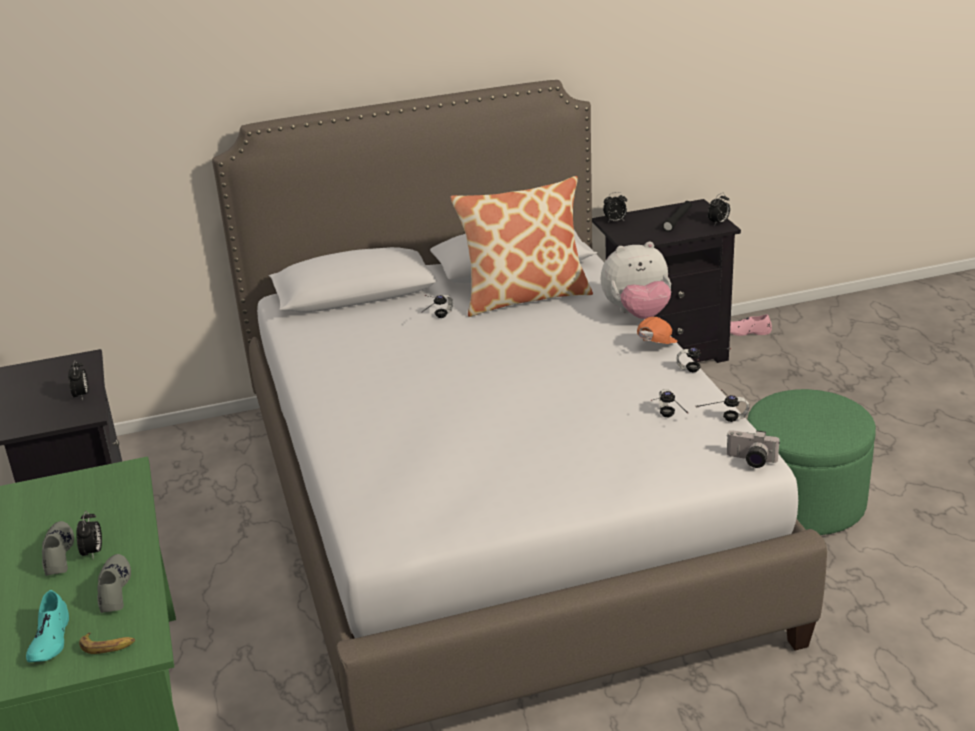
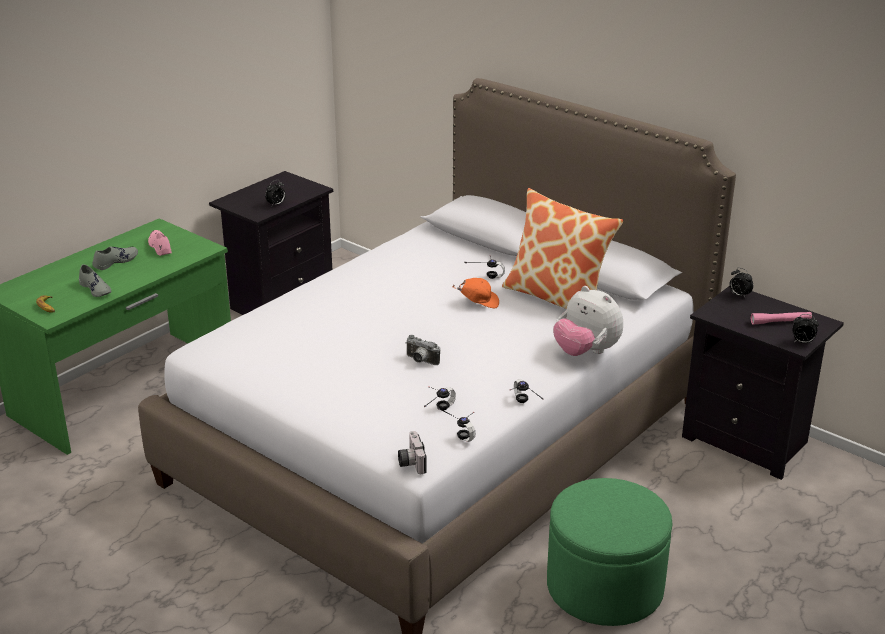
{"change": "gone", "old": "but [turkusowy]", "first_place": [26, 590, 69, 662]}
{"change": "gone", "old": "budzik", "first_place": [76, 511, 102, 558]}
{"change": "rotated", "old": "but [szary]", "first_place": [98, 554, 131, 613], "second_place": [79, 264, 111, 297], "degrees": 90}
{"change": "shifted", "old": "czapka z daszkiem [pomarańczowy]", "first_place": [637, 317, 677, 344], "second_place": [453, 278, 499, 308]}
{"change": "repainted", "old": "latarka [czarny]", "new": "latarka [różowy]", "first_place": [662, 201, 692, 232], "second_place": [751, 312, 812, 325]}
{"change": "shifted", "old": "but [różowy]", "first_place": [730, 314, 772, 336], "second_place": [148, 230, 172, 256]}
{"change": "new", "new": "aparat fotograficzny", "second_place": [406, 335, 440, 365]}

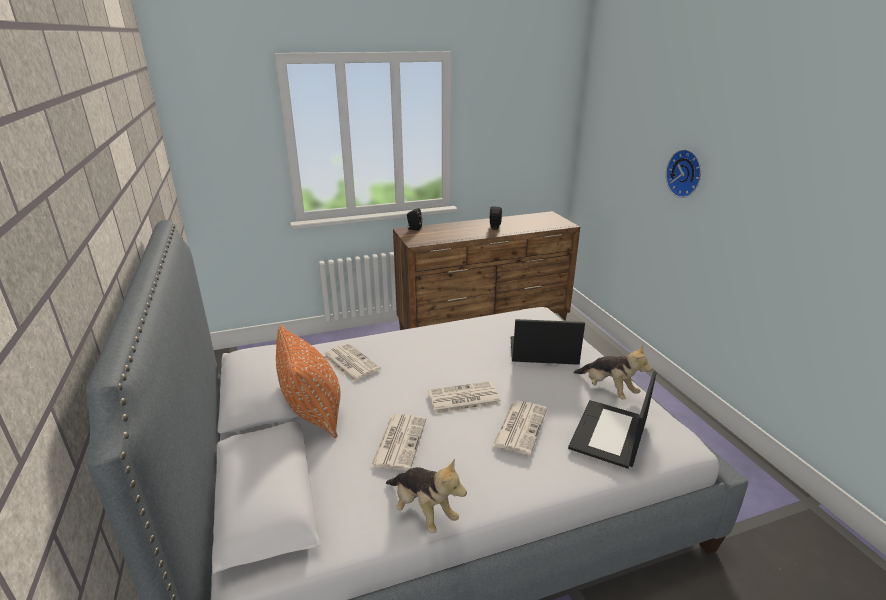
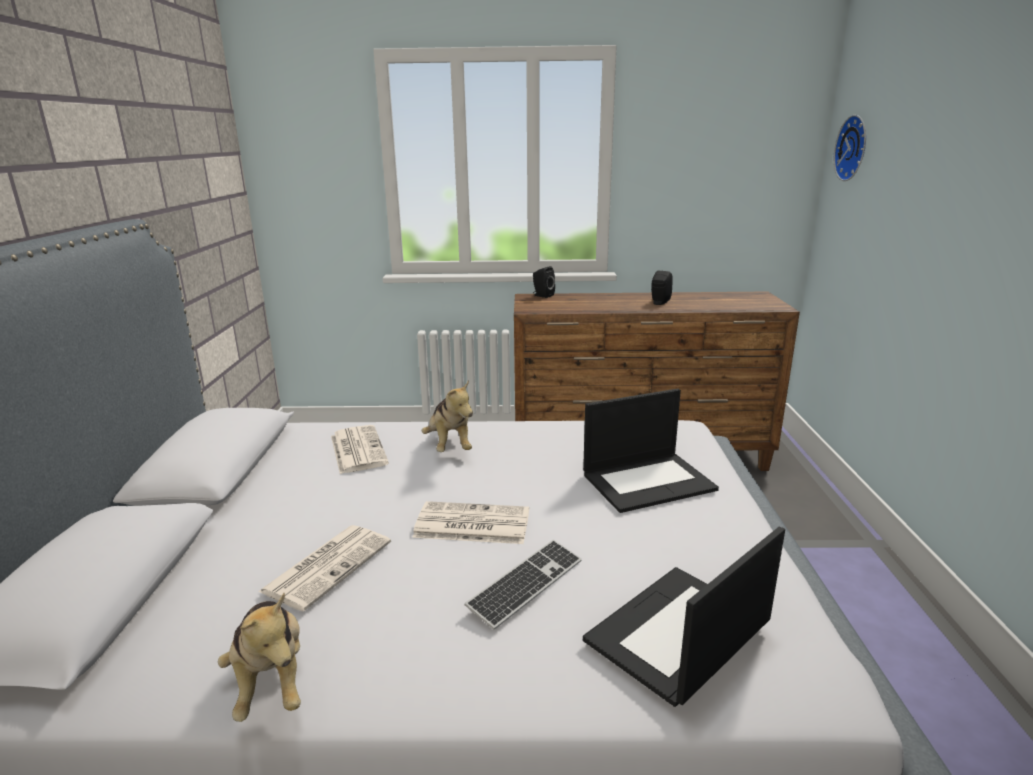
{"change": "gone", "old": "poduszka [pomarańczowy]", "first_place": [276, 325, 341, 438]}
{"change": "swapped", "old": "gazeta", "new": "klawiatura", "first_place": [492, 401, 547, 455], "second_place": [465, 540, 582, 630]}
{"change": "rotated", "old": "laptop", "first_place": [511, 319, 585, 365], "second_place": [583, 389, 719, 513], "degrees": 135}
{"change": "shifted", "old": "pluszak", "first_place": [573, 345, 652, 399], "second_place": [422, 380, 473, 452]}
{"change": "shifted", "old": "zegar ścienny", "first_place": [666, 149, 701, 198], "second_place": [834, 115, 866, 181]}

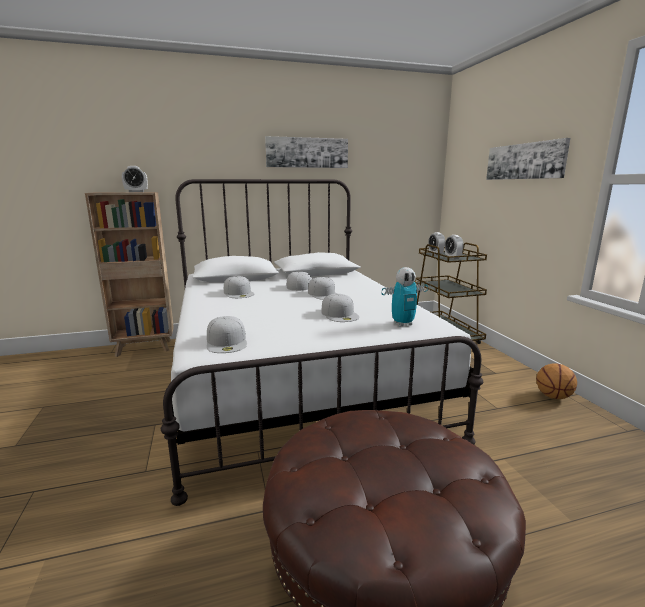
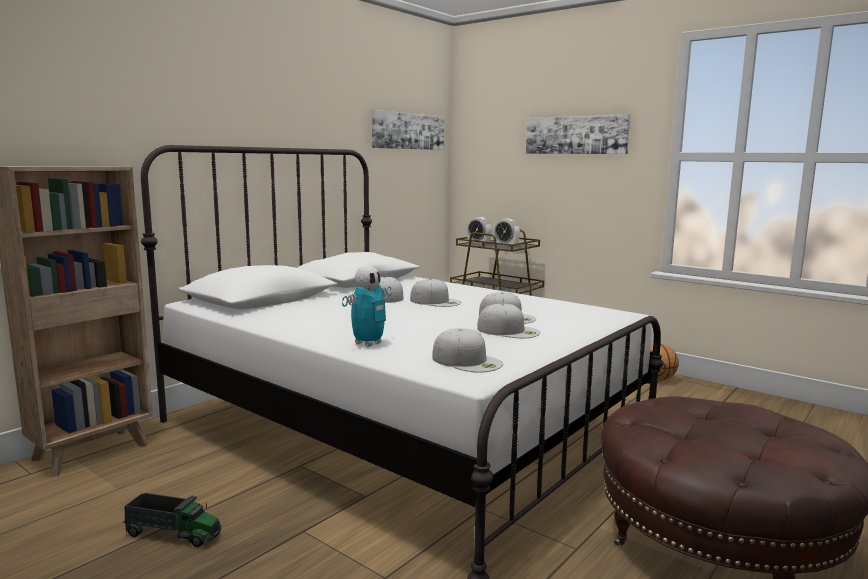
{"change": "gone", "old": "budzik", "first_place": [122, 166, 148, 192]}
{"change": "shifted", "old": "czapka z daszkiem [biały]", "first_place": [224, 276, 254, 298], "second_place": [477, 304, 540, 338]}
{"change": "shifted", "old": "obraz", "first_place": [265, 136, 348, 168], "second_place": [372, 110, 444, 150]}
{"change": "shifted", "old": "robot zabawkowy", "first_place": [382, 267, 428, 326], "second_place": [342, 266, 392, 347]}
{"change": "new", "new": "ciężarówka zabawkowa", "second_place": [123, 493, 221, 547]}

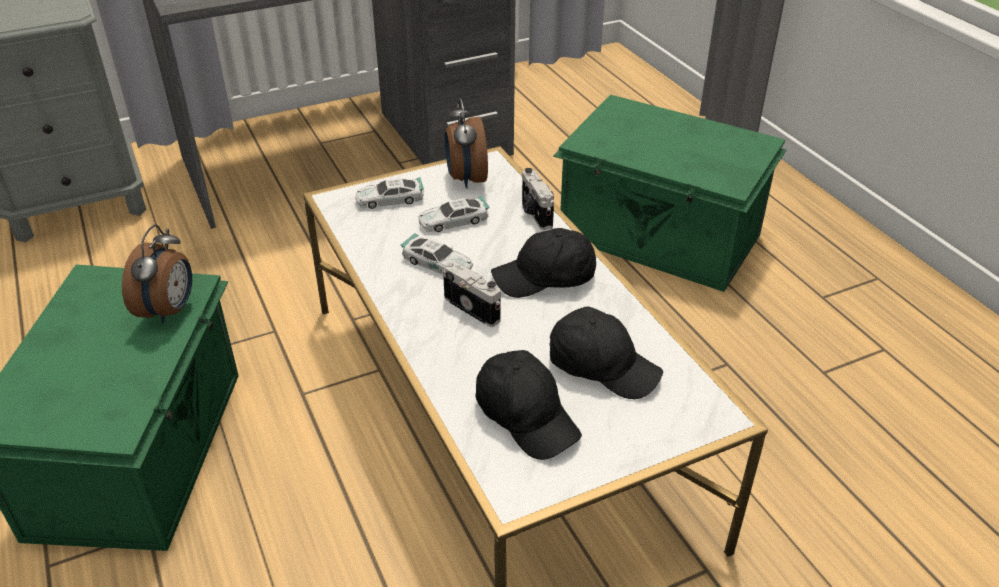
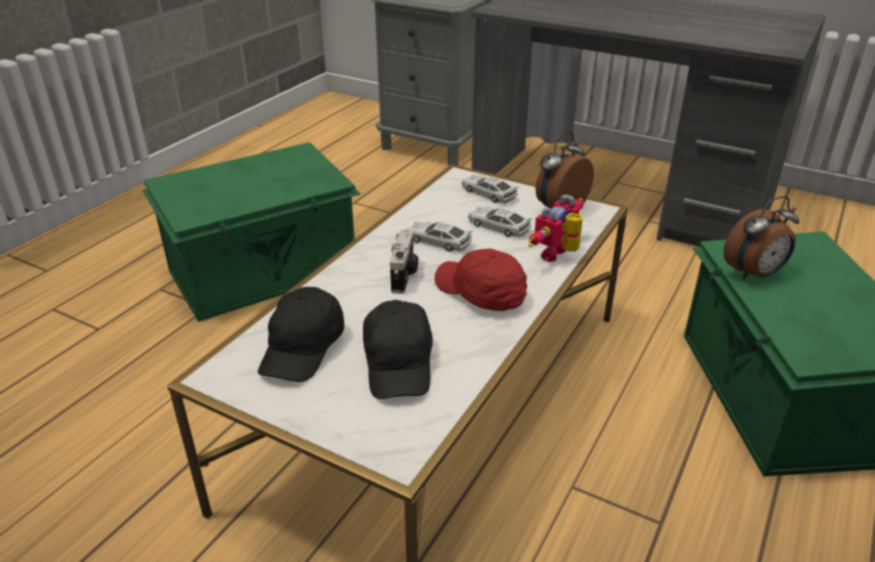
{"change": "shifted", "old": "budzik", "first_place": [122, 225, 192, 324], "second_place": [723, 196, 799, 280]}
{"change": "rotated", "old": "samochodzik", "first_place": [401, 233, 473, 274], "second_place": [408, 221, 473, 252], "degrees": 120}
{"change": "repainted", "old": "czapka z daszkiem [czarny]", "new": "czapka z daszkiem [czerwony]", "first_place": [491, 228, 596, 298], "second_place": [435, 248, 527, 311]}
{"change": "swapped", "old": "aparat fotograficzny", "new": "robot zabawkowy", "first_place": [522, 168, 554, 230], "second_place": [528, 195, 584, 262]}

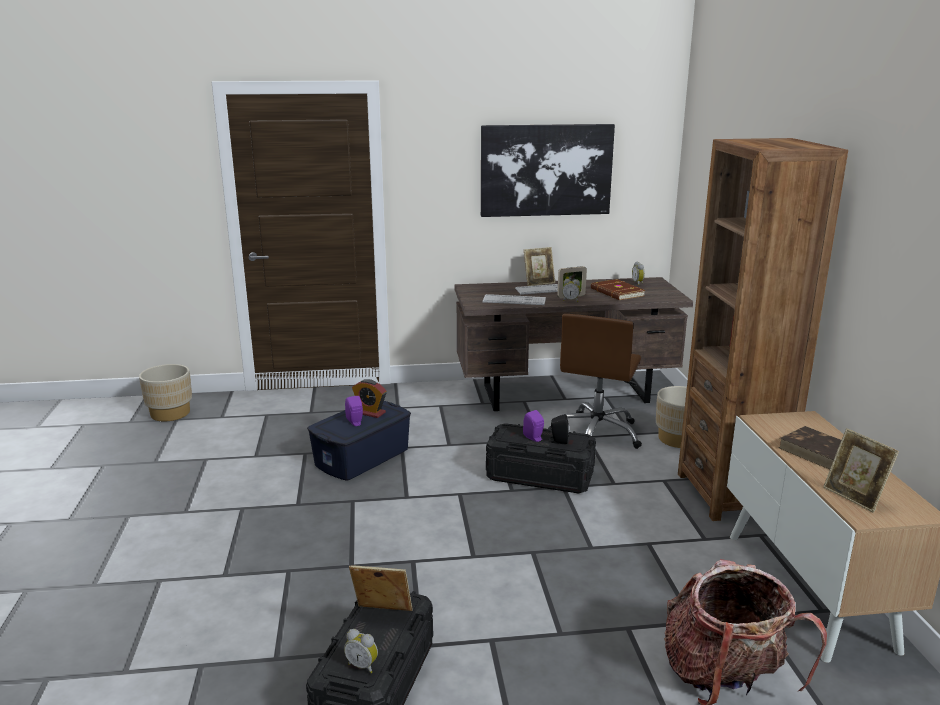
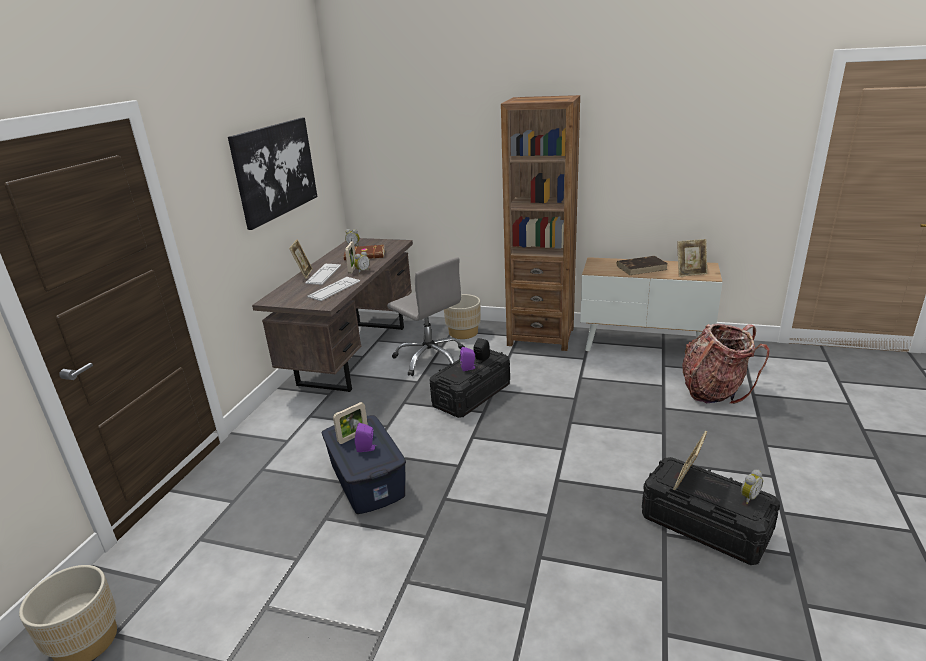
{"change": "swapped", "old": "budzik", "new": "ramka na zdjęcie", "first_place": [352, 379, 387, 418], "second_place": [333, 402, 368, 444]}
{"change": "repainted", "old": "krzesło biurowe [brązowy]", "new": "krzesło biurowe [szary]", "first_place": [548, 314, 642, 449], "second_place": [387, 257, 465, 376]}

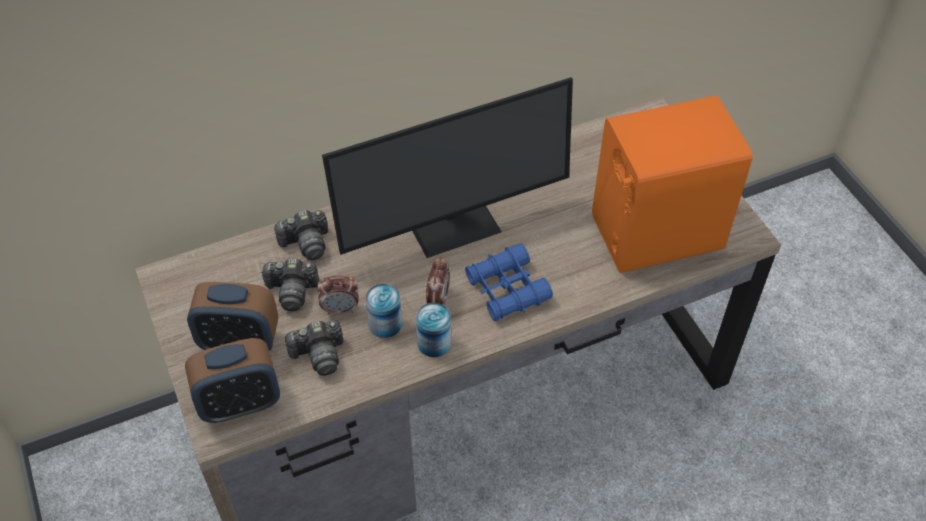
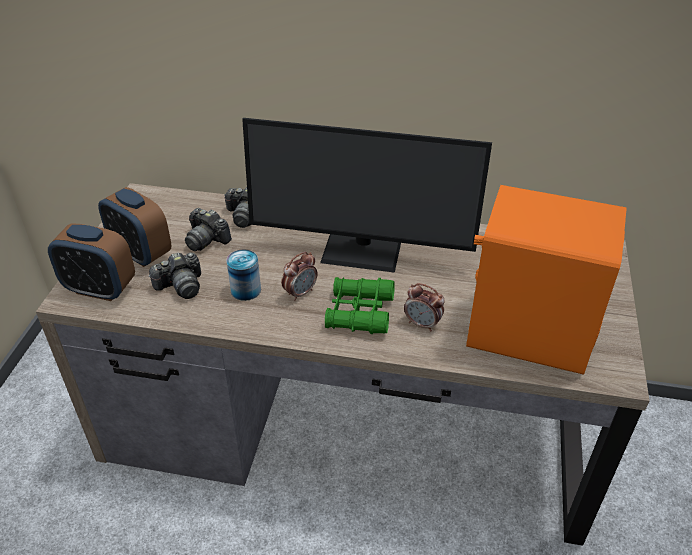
{"change": "rotated", "old": "aparat fotograficzny", "first_place": [284, 320, 344, 376], "second_place": [149, 252, 201, 299], "degrees": -45}
{"change": "shifted", "old": "budzik", "first_place": [317, 275, 359, 315], "second_place": [404, 283, 445, 331]}
{"change": "gone", "old": "puszka", "first_place": [416, 303, 451, 357]}
{"change": "repainted", "old": "lornetka [niebieski]", "new": "lornetka [zielony]", "first_place": [465, 244, 553, 321], "second_place": [325, 277, 395, 334]}

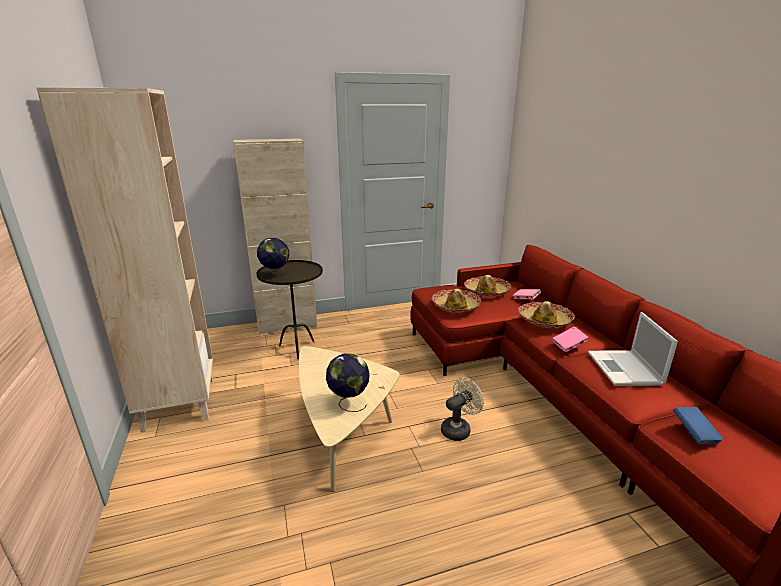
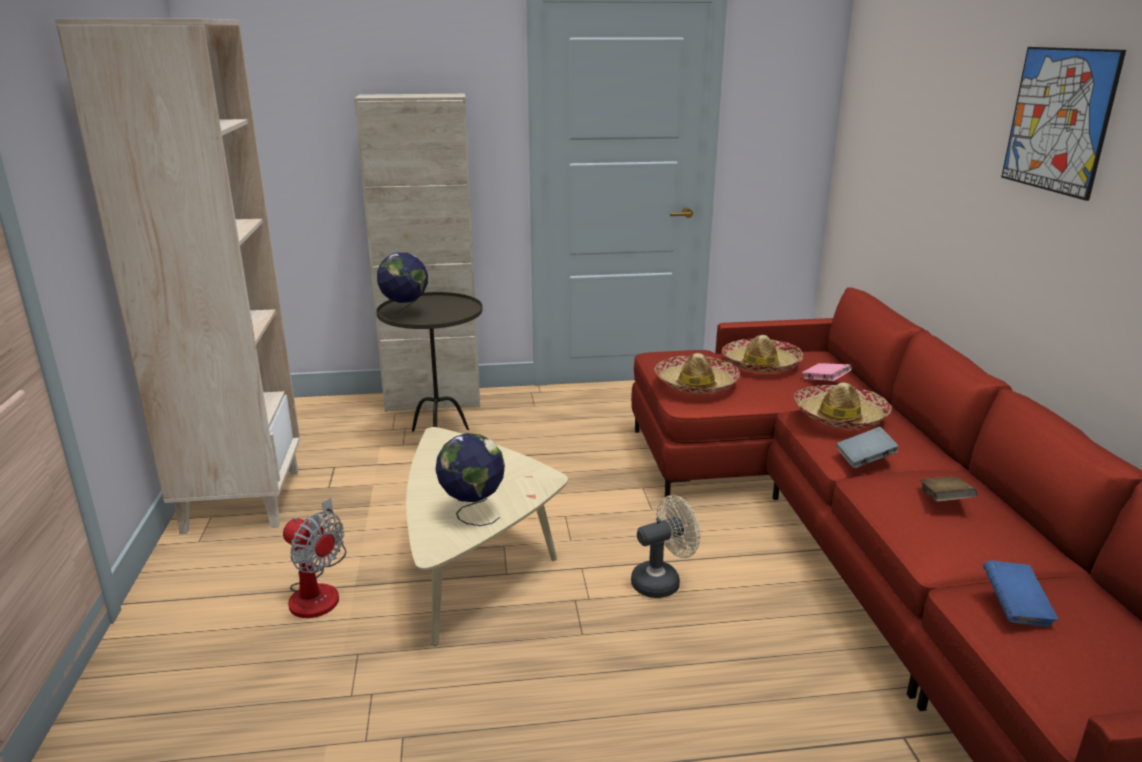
{"change": "repainted", "old": "książka [różowy]", "new": "książka [szary]", "first_place": [552, 326, 589, 352], "second_place": [836, 427, 898, 468]}
{"change": "swapped", "old": "laptop", "new": "książka [brązowy]", "first_place": [588, 312, 678, 386], "second_place": [920, 476, 978, 502]}
{"change": "new", "new": "wentylator", "second_place": [283, 498, 346, 618]}
{"change": "new", "new": "obraz", "second_place": [1001, 47, 1126, 201]}

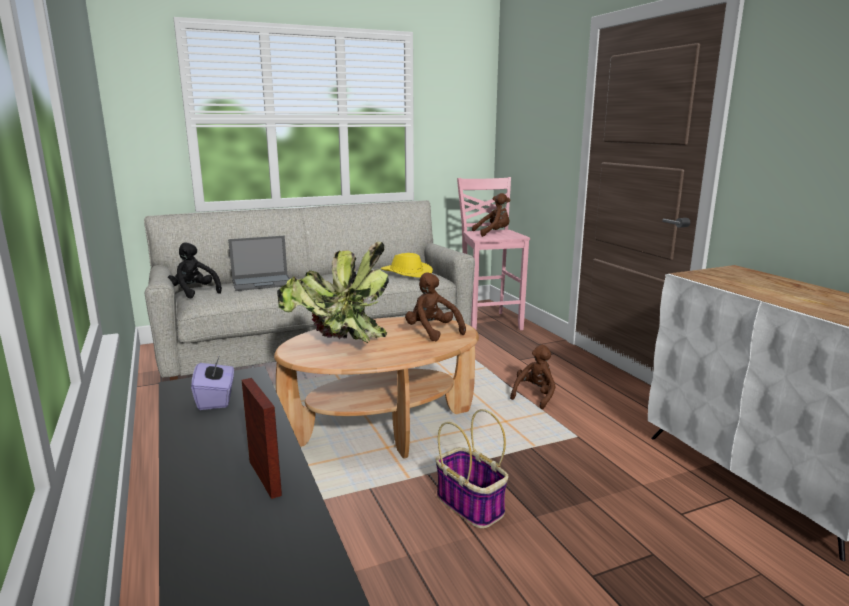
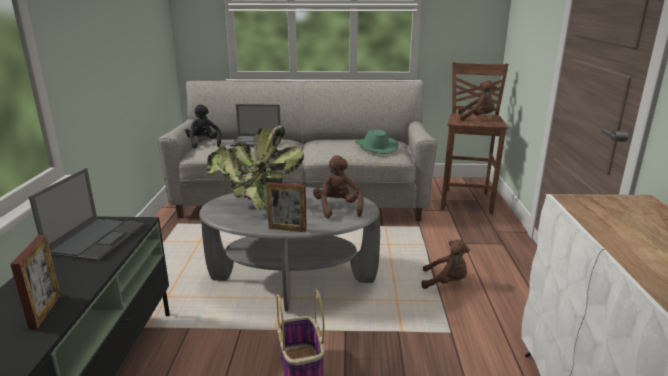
{"change": "swapped", "old": "pudełko chusteczek [fioletowy]", "new": "laptop", "first_place": [191, 355, 234, 410], "second_place": [29, 168, 144, 261]}
{"change": "repainted", "old": "ława [brązowy]", "new": "ława [szary]", "first_place": [274, 317, 479, 459], "second_place": [199, 187, 380, 312]}
{"change": "repainted", "old": "kapelusz [żółty]", "new": "kapelusz [zielony]", "first_place": [381, 253, 433, 278], "second_place": [355, 130, 399, 154]}
{"change": "repainted", "old": "stołek [różowy]", "new": "stołek [brązowy]", "first_place": [457, 177, 530, 330], "second_place": [441, 62, 509, 214]}
{"change": "rotated", "old": "pluszak [brązowy]", "first_place": [510, 345, 556, 409], "second_place": [421, 240, 470, 289], "degrees": 45}
{"change": "new", "new": "ramka na zdjęcie", "second_place": [266, 182, 307, 232]}

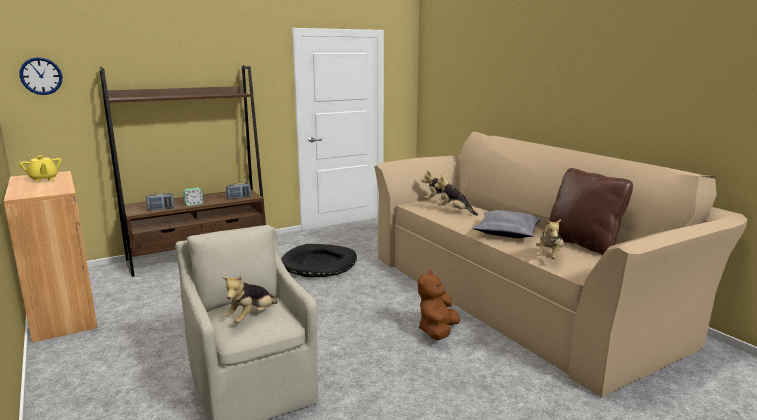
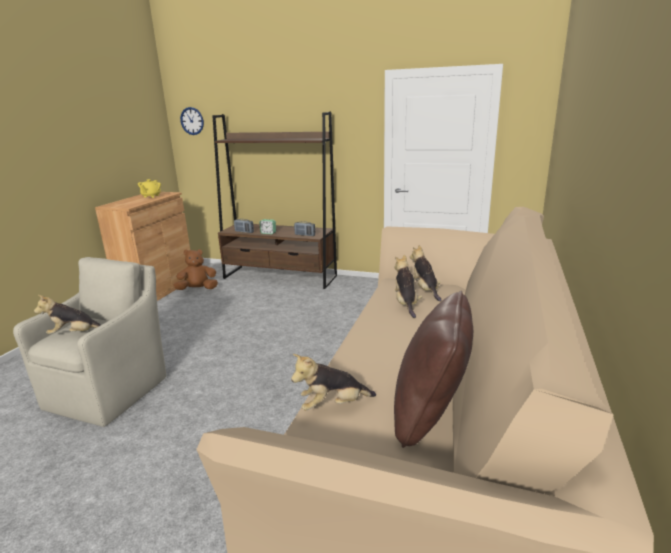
{"change": "gone", "old": "legowisko [czarny]", "first_place": [281, 244, 357, 278]}
{"change": "shifted", "old": "pluszak [brązowy]", "first_place": [418, 270, 460, 340], "second_place": [174, 249, 218, 290]}
{"change": "gone", "old": "poduszka [szary]", "first_place": [472, 210, 540, 238]}

